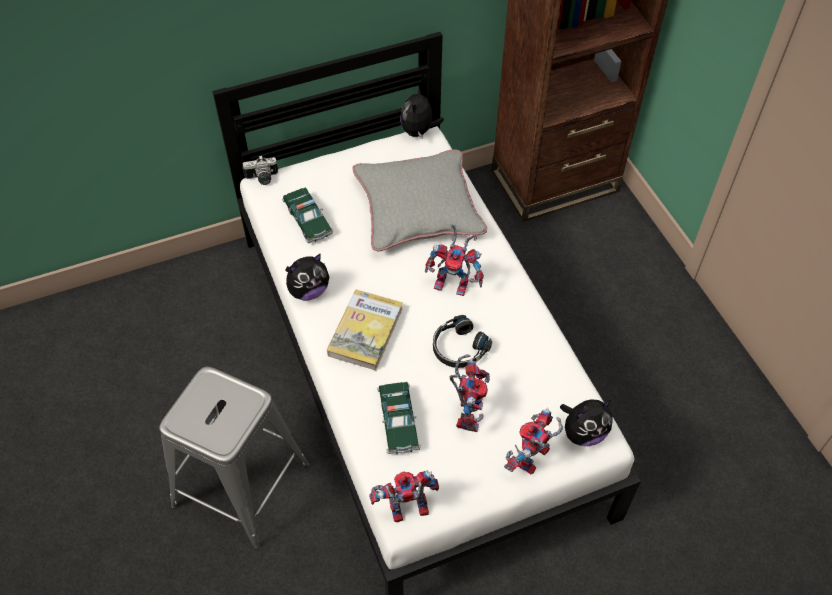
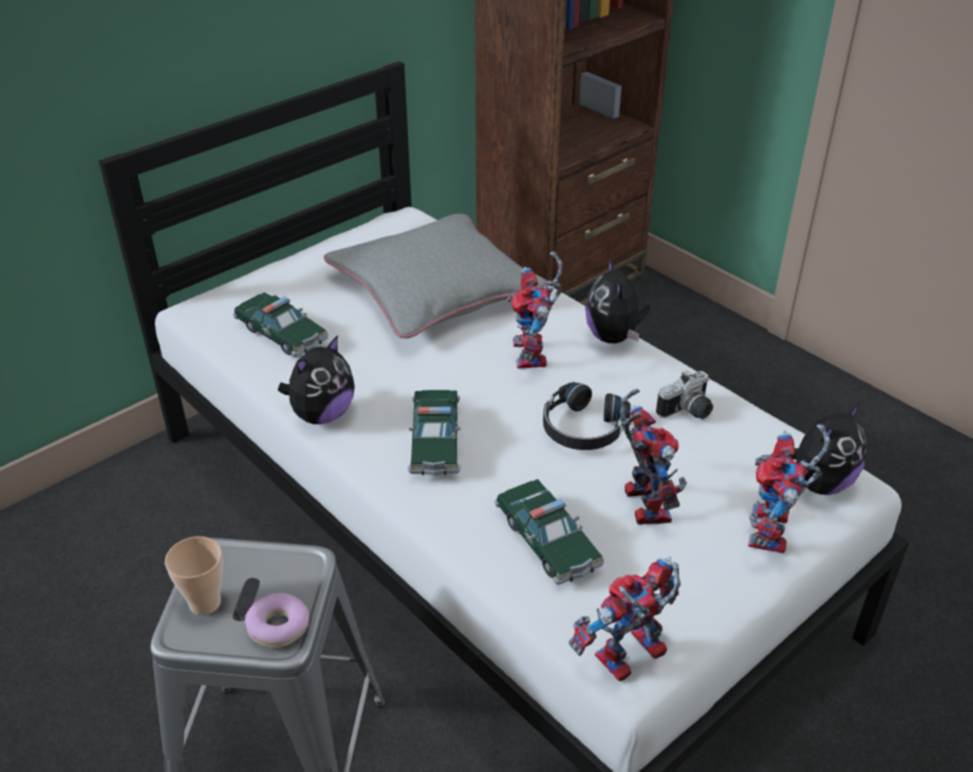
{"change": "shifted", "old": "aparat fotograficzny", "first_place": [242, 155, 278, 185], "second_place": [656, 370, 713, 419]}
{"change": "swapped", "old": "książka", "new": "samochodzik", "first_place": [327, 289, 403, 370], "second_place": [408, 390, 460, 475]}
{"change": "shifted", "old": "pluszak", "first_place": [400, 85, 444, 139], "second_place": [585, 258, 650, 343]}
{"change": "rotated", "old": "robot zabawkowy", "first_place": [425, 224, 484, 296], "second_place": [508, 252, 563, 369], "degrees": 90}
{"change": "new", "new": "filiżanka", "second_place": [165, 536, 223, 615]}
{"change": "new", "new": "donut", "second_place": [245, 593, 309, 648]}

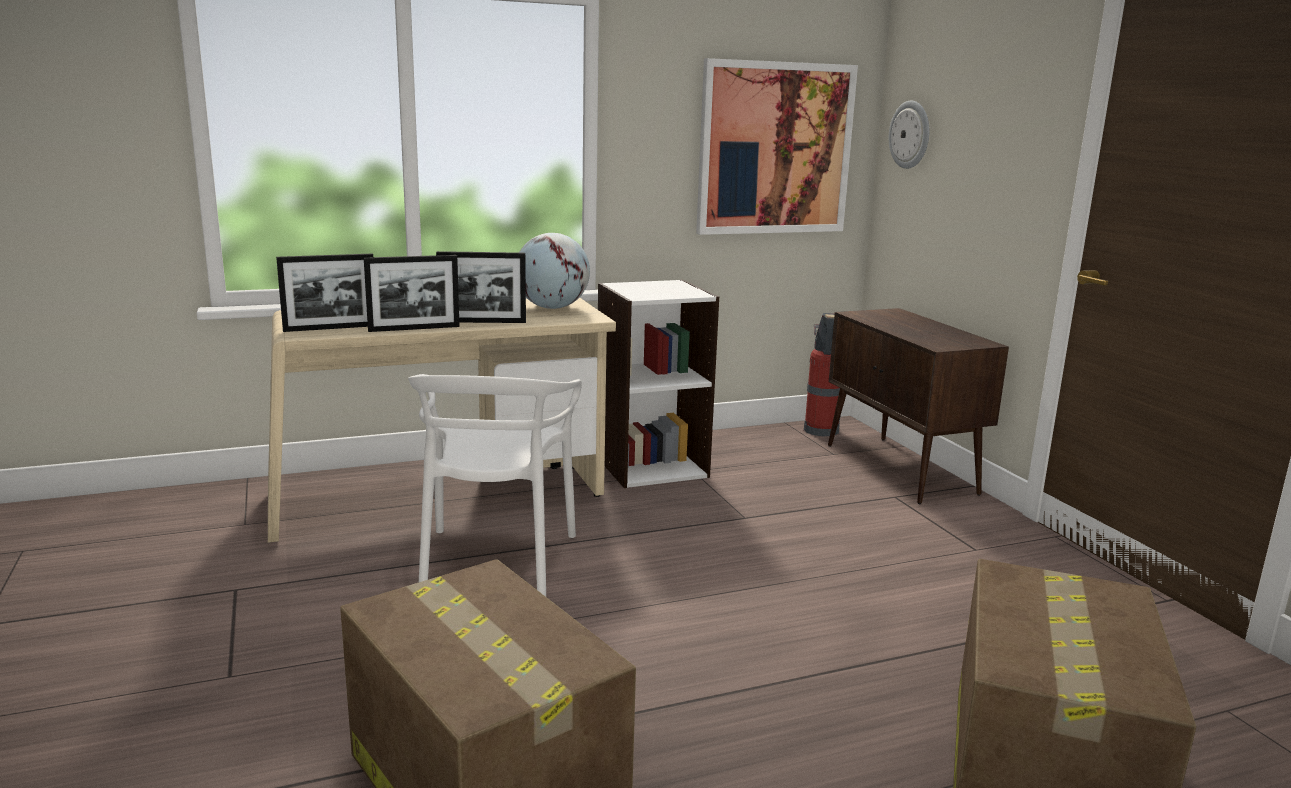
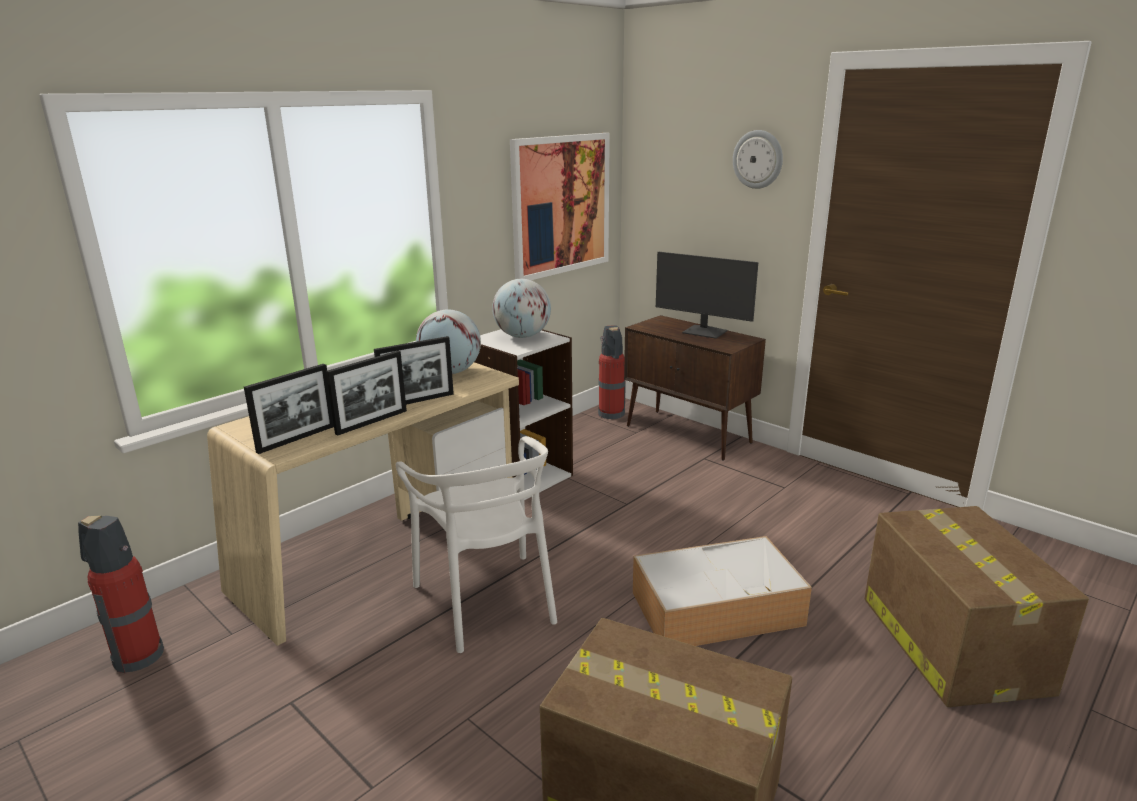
{"change": "shifted", "old": "zegar ścienny", "first_place": [889, 100, 929, 169], "second_place": [733, 130, 783, 189]}
{"change": "new", "new": "gaśnica", "second_place": [78, 515, 164, 673]}
{"change": "new", "new": "globus", "second_place": [492, 279, 551, 338]}
{"change": "new", "new": "pojemnik do przechowywania", "second_place": [633, 536, 812, 646]}
{"change": "new", "new": "monitor", "second_place": [656, 252, 758, 339]}

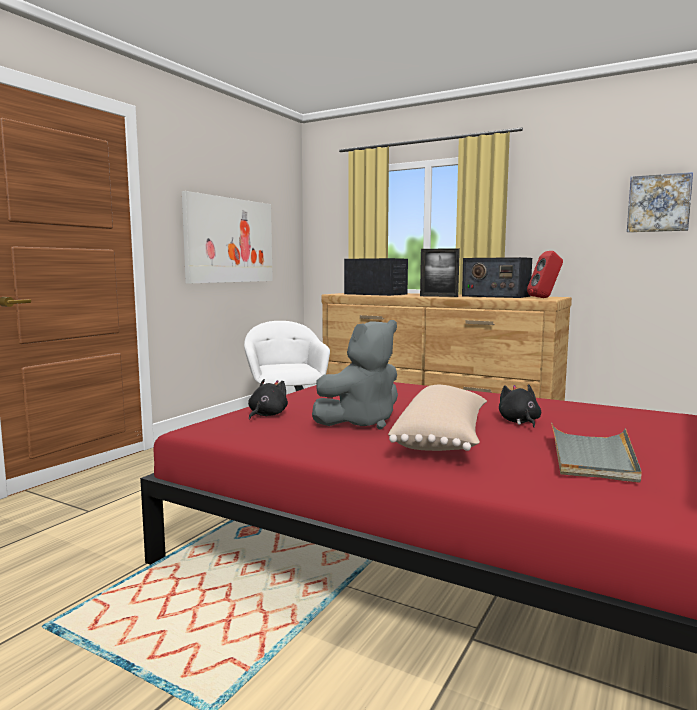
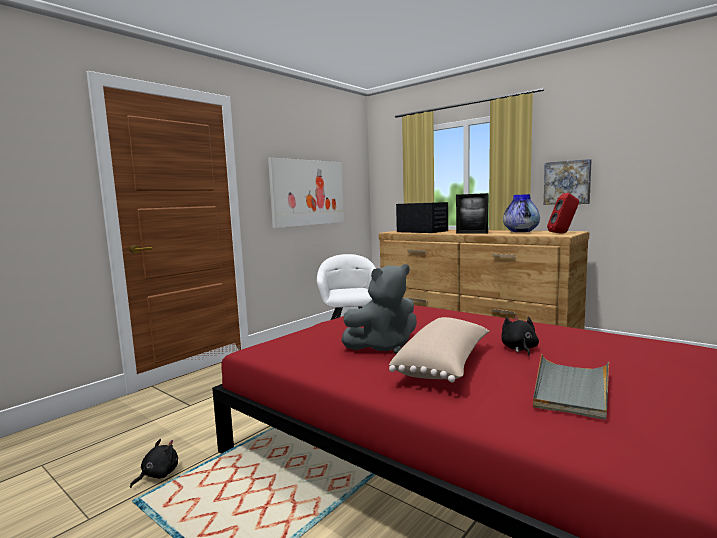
{"change": "shifted", "old": "pluszak [czarny]", "first_place": [248, 379, 288, 420], "second_place": [130, 439, 178, 488]}
{"change": "swapped", "old": "radio", "new": "wazon", "first_place": [462, 257, 532, 298], "second_place": [503, 194, 540, 232]}
{"change": "shifted", "old": "obraz", "first_place": [627, 172, 693, 232], "second_place": [544, 159, 592, 205]}

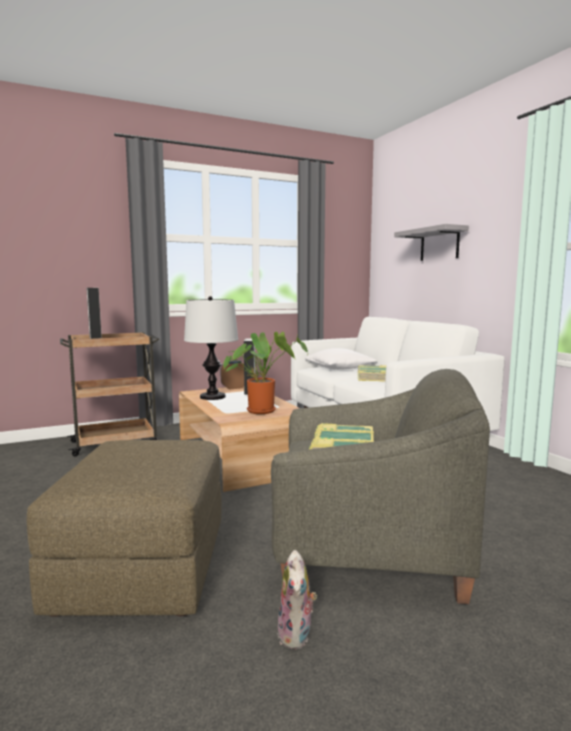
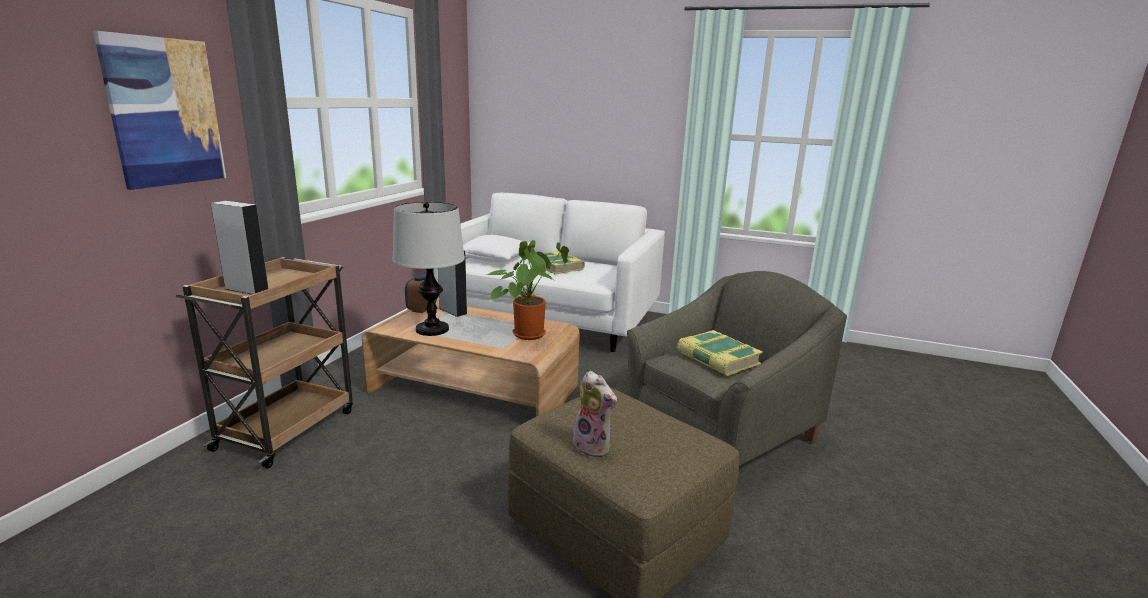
{"change": "shifted", "old": "pluszak", "first_place": [277, 550, 317, 649], "second_place": [573, 371, 617, 458]}
{"change": "gone", "old": "półka [szary]", "first_place": [394, 224, 469, 261]}
{"change": "new", "new": "obraz", "second_place": [93, 31, 226, 190]}

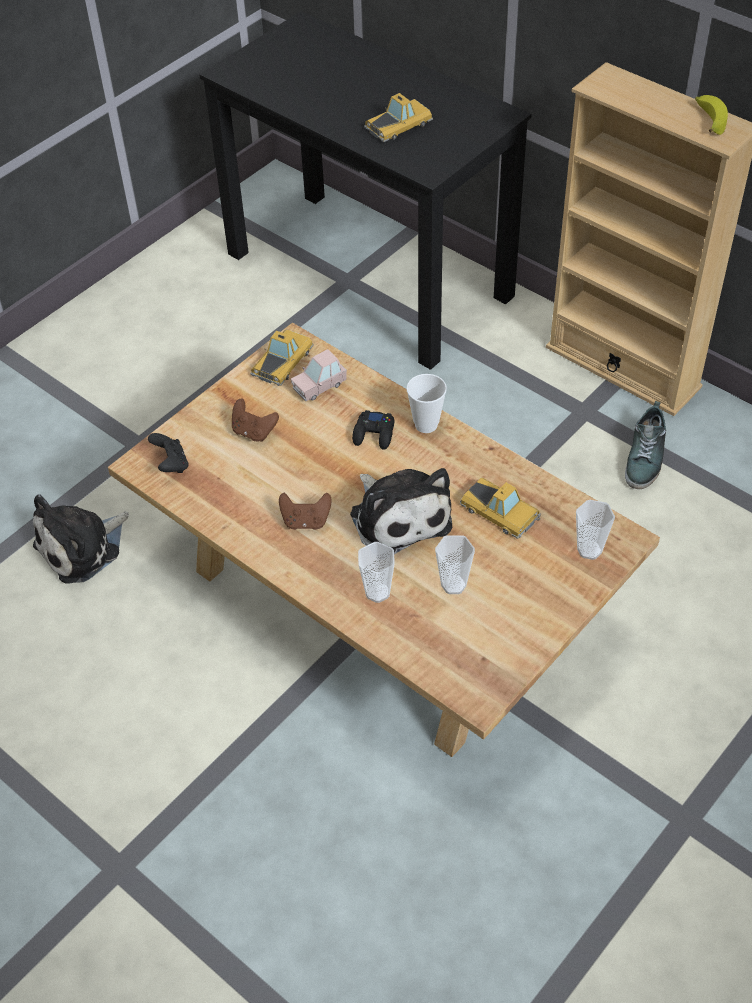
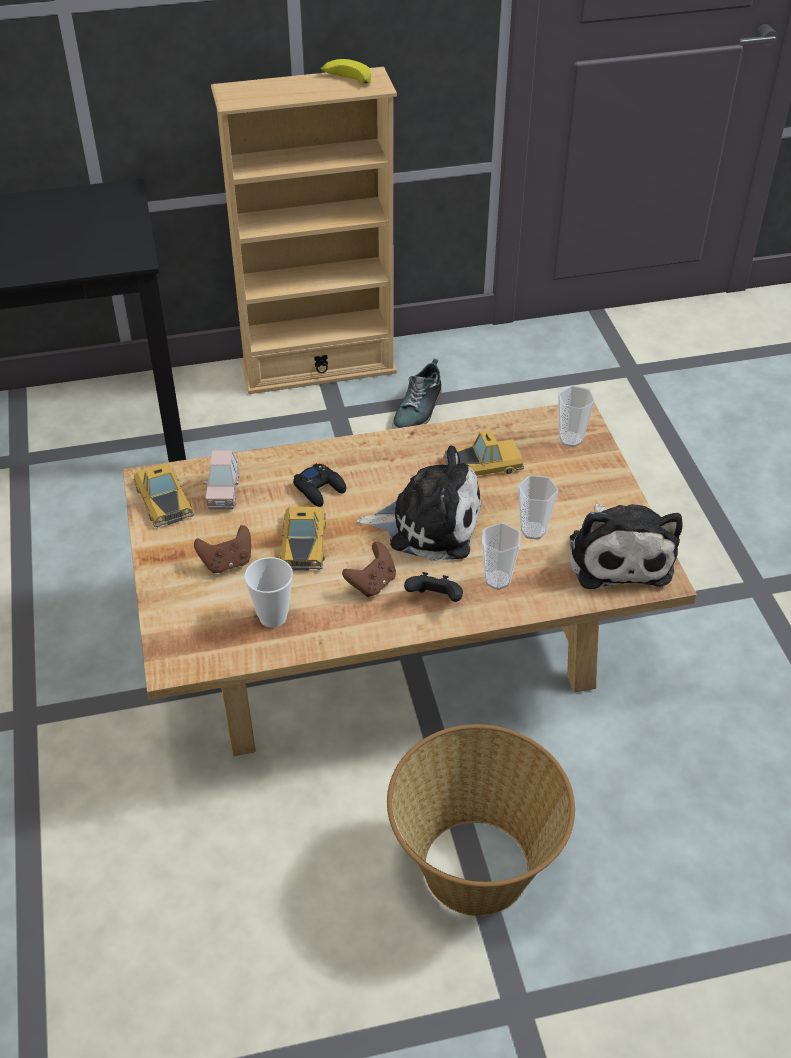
{"change": "shifted", "old": "pluszak", "first_place": [33, 494, 129, 583], "second_place": [570, 504, 682, 589]}
{"change": "shifted", "old": "pad do gier [czarny]", "first_place": [148, 433, 189, 473], "second_place": [404, 572, 463, 602]}
{"change": "shifted", "old": "samochodzik", "first_place": [364, 93, 433, 142], "second_place": [280, 507, 326, 571]}
{"change": "shifted", "old": "filiżanka", "first_place": [406, 374, 447, 433], "second_place": [244, 557, 293, 628]}
{"change": "rotated", "old": "but", "first_place": [625, 401, 666, 489], "second_place": [392, 358, 442, 429], "degrees": 60}
{"change": "new", "new": "koszyk", "second_place": [387, 724, 575, 916]}

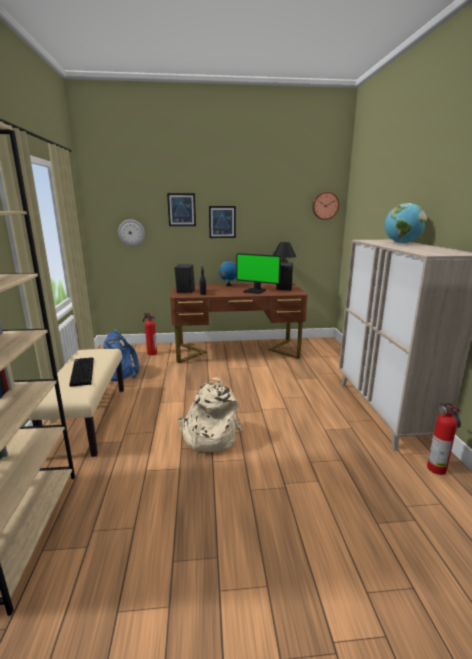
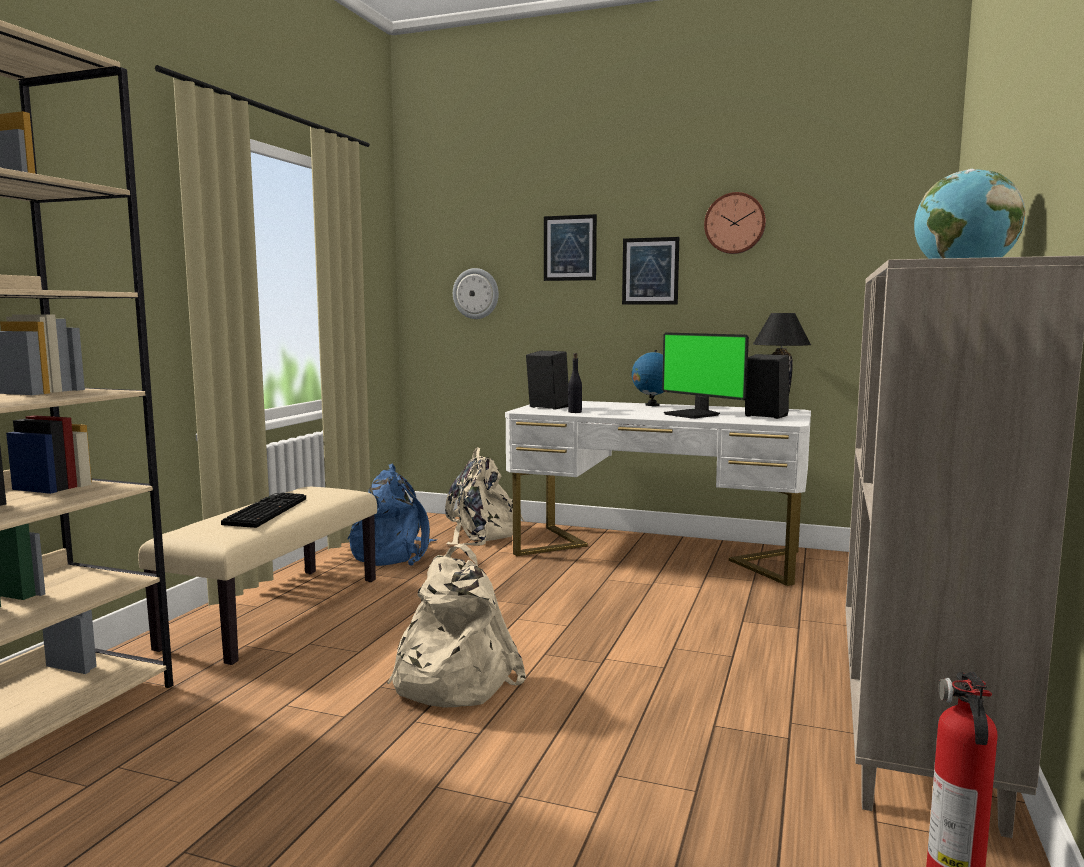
{"change": "swapped", "old": "gaśnica", "new": "plecak [beżowy]", "first_place": [143, 313, 157, 355], "second_place": [445, 447, 525, 546]}
{"change": "repainted", "old": "biurko [brązowy]", "new": "biurko [biały]", "first_place": [170, 283, 308, 363], "second_place": [505, 401, 811, 586]}
{"change": "shifted", "old": "zegar ścienny", "first_place": [312, 192, 339, 220], "second_place": [704, 192, 766, 254]}

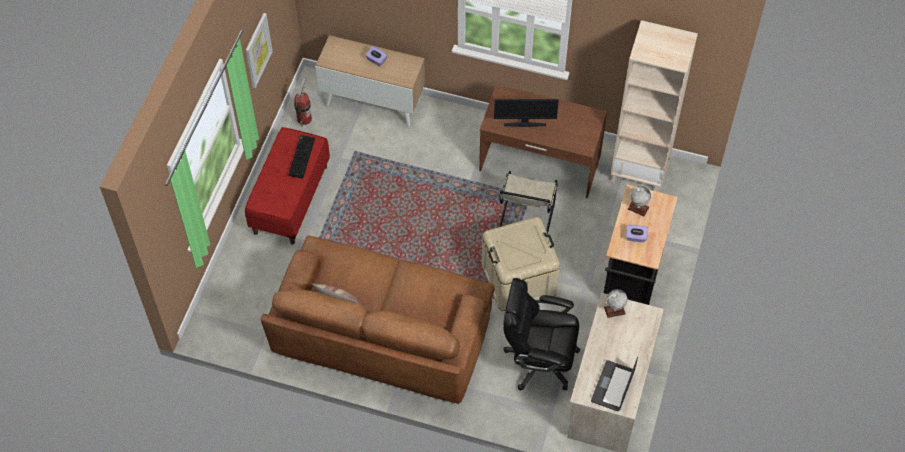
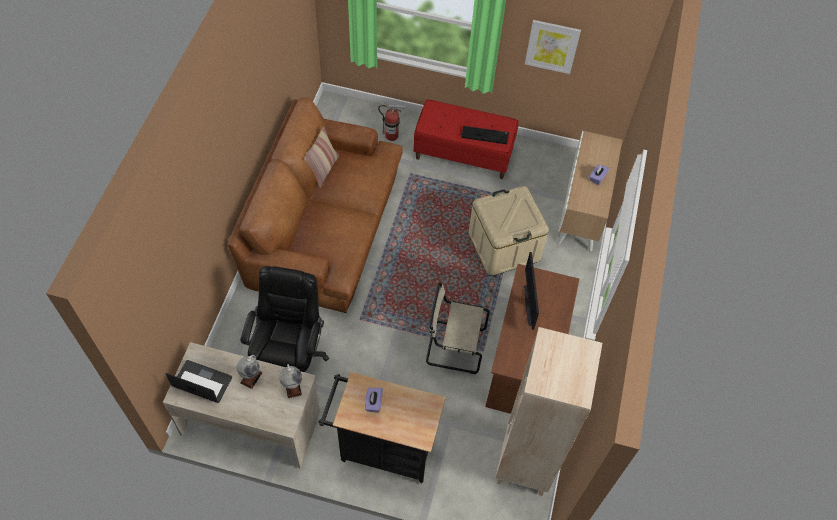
{"change": "shifted", "old": "gaśnica", "first_place": [294, 77, 312, 127], "second_place": [378, 105, 406, 141]}
{"change": "shifted", "old": "pojemnik do przechowywania [beżowy]", "first_place": [482, 217, 560, 311], "second_place": [469, 186, 549, 276]}
{"change": "shifted", "old": "globus", "first_place": [628, 186, 651, 216], "second_place": [237, 355, 263, 389]}

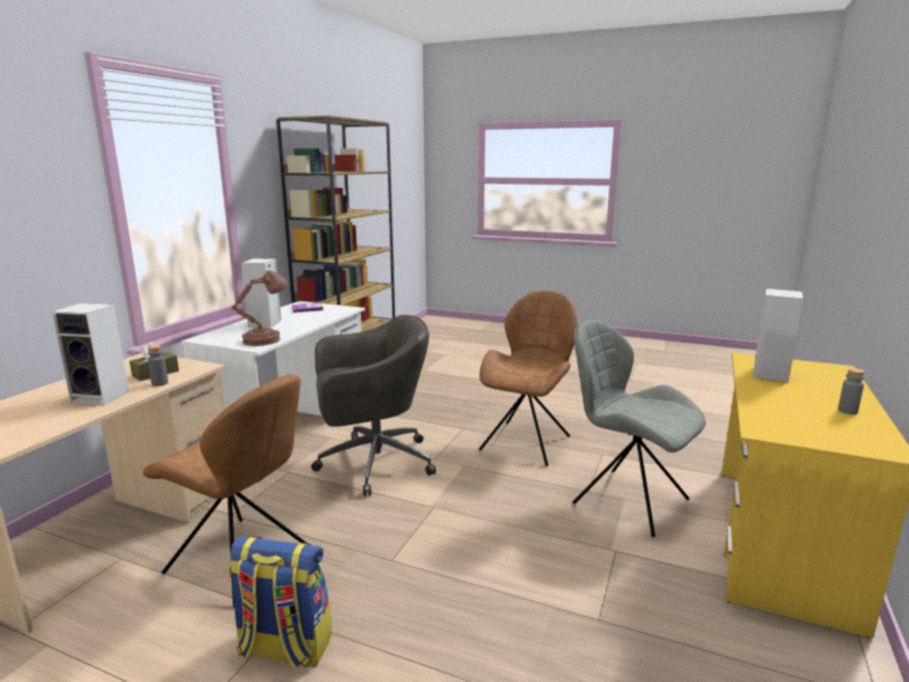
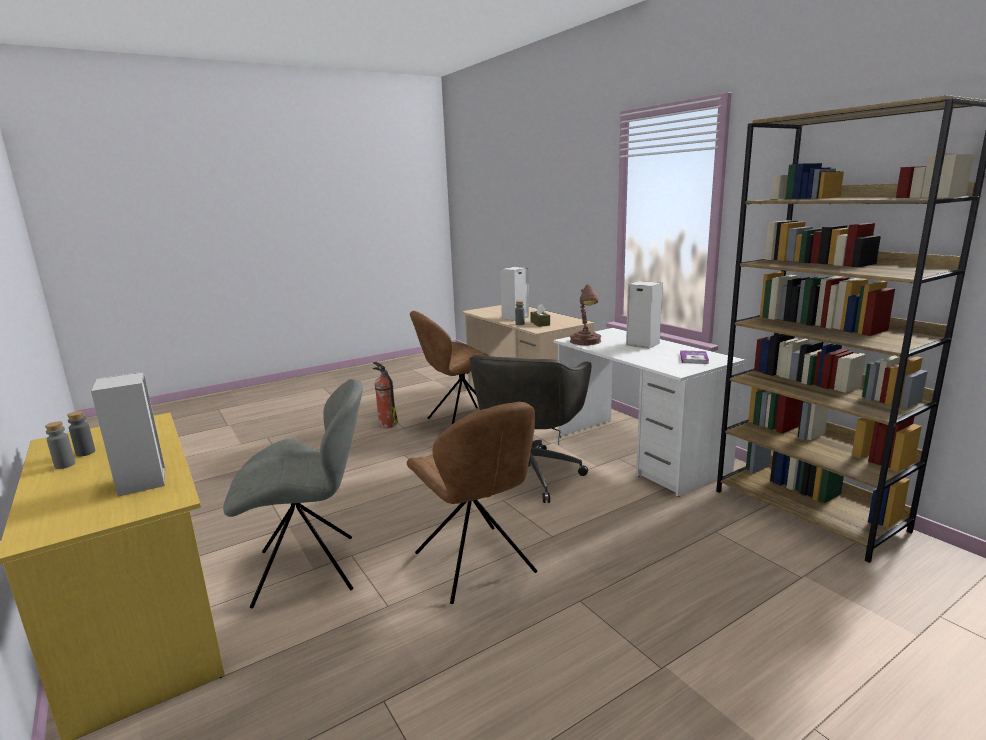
{"change": "swapped", "old": "plecak", "new": "gaśnica", "first_place": [229, 536, 332, 669], "second_place": [373, 362, 398, 428]}
{"change": "new", "new": "butelka [szary]", "second_place": [67, 411, 95, 456]}

